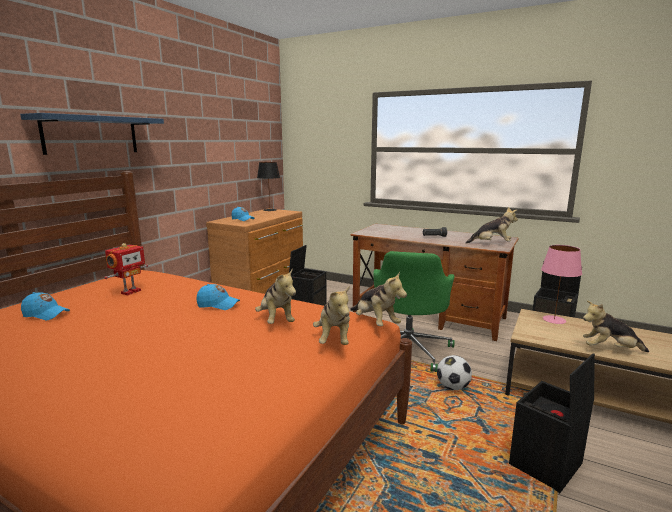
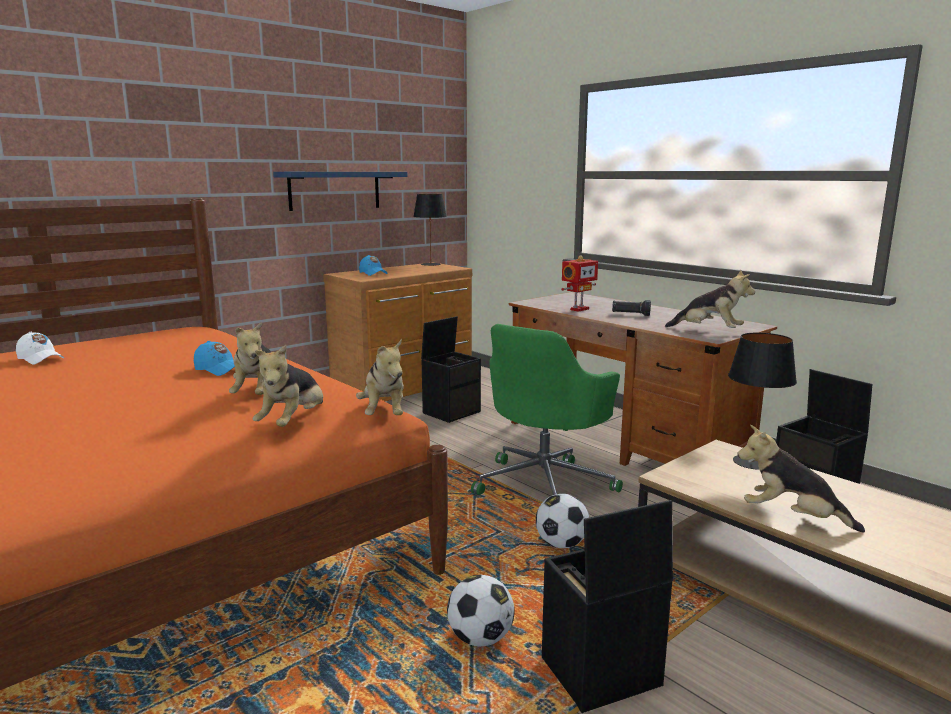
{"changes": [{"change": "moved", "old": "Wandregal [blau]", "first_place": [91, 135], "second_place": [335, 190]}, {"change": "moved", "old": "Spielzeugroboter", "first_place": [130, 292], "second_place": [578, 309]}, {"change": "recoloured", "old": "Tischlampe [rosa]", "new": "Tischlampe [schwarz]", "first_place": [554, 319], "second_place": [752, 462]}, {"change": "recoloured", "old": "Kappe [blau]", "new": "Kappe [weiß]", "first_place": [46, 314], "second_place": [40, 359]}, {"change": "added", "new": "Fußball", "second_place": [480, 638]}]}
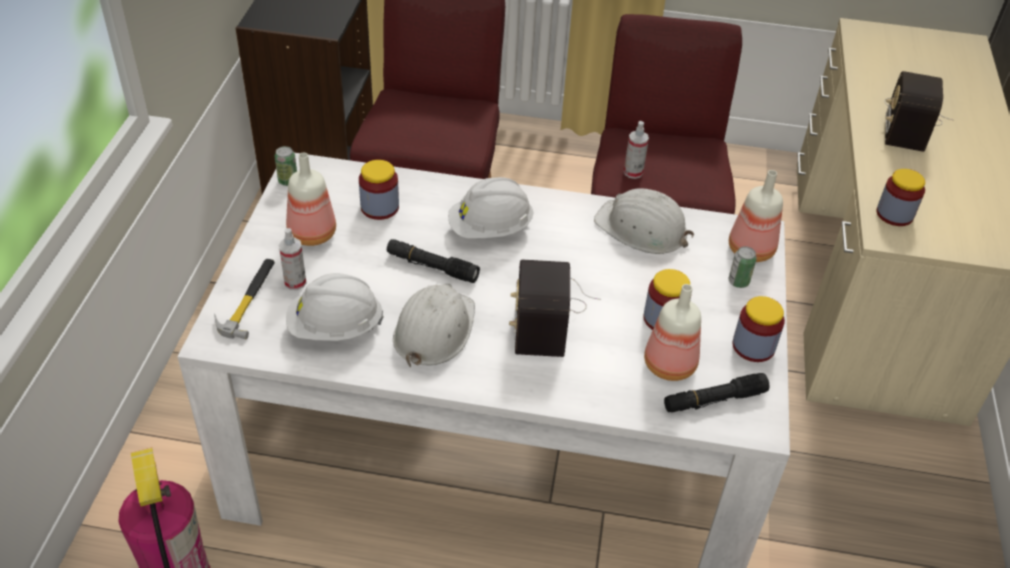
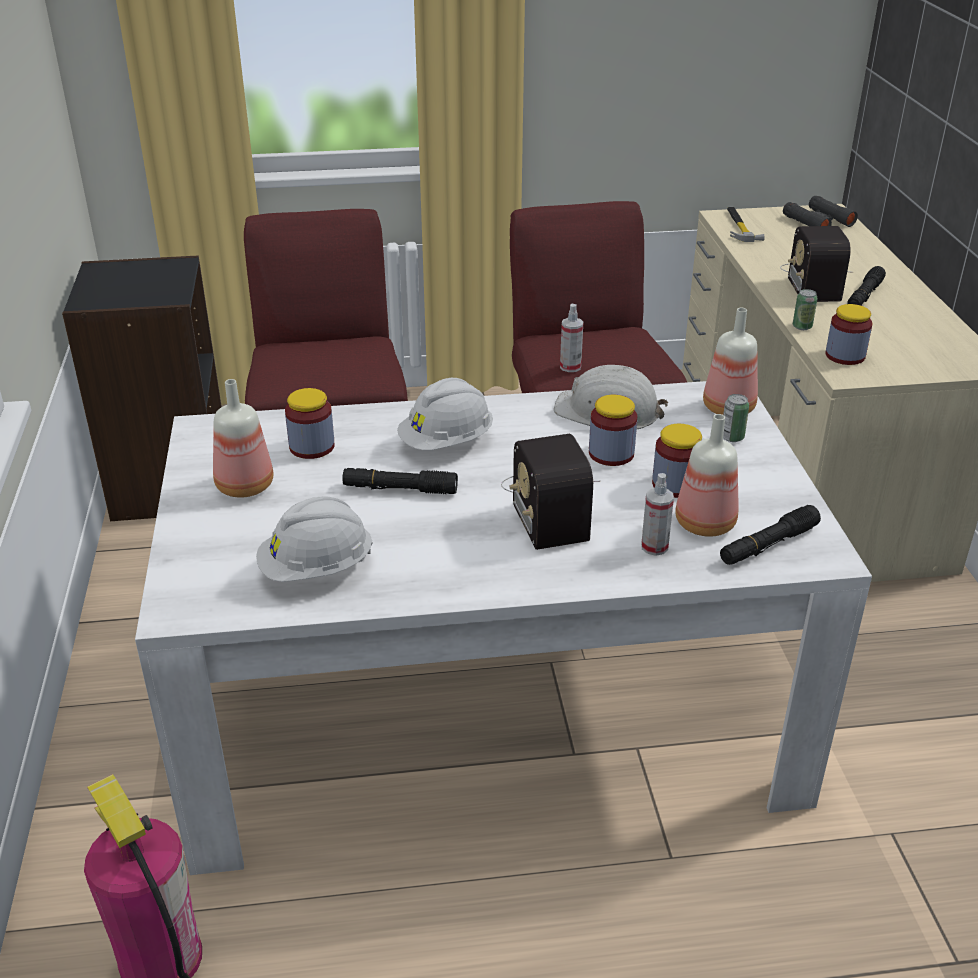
{"changes": [{"change": "moved", "old": "Dose", "first_place": [288, 181], "second_place": [802, 327]}, {"change": "moved", "old": "Sprühflasche", "first_place": [295, 282], "second_place": [654, 547]}, {"change": "moved", "old": "Hammer", "first_place": [248, 299], "second_place": [739, 226]}, {"change": "removed", "old": "Schutzhelm [weiß]", "first_place": [434, 330]}, {"change": "moved", "old": "Vorratsglas", "first_place": [753, 346], "second_place": [611, 454]}, {"change": "added", "new": "Fernglas [schwarz]", "second_place": [818, 221]}, {"change": "added", "new": "Taschenlampe [schwarz]", "second_place": [864, 296]}]}
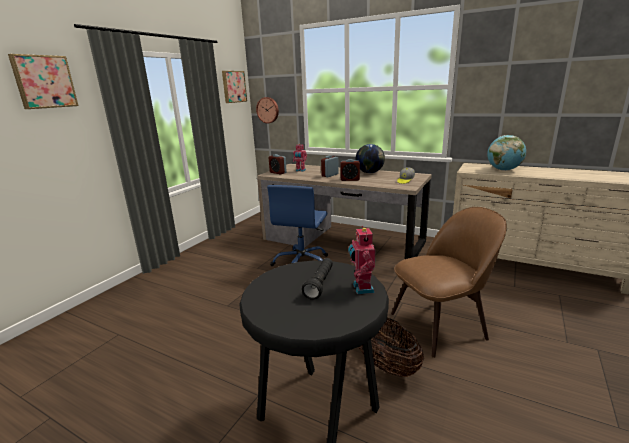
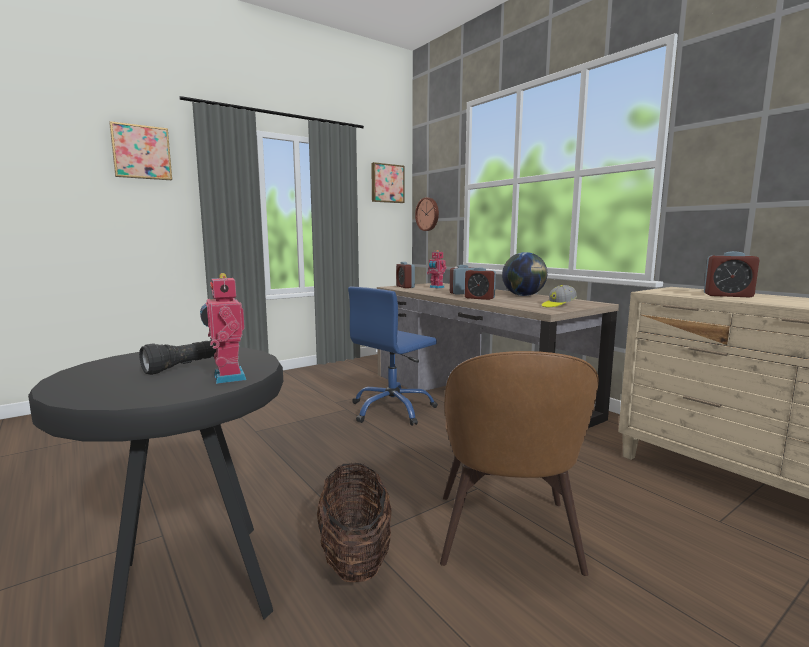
{"changes": [{"change": "replaced", "old": "Globus", "new": "Wecker", "first_place": [503, 170], "second_place": [728, 295]}, {"change": "turned", "old": "Stuhl [braun]", "first_place": [440, 325], "second_place": [507, 536], "degrees": 90}, {"change": "turned", "old": "Spielzeugroboter", "first_place": [361, 288], "second_place": [226, 377], "degrees": -45}]}
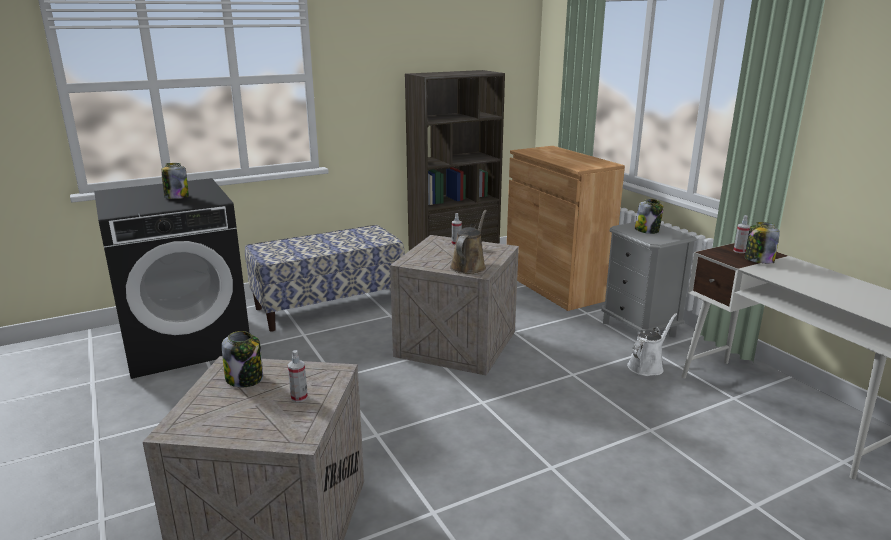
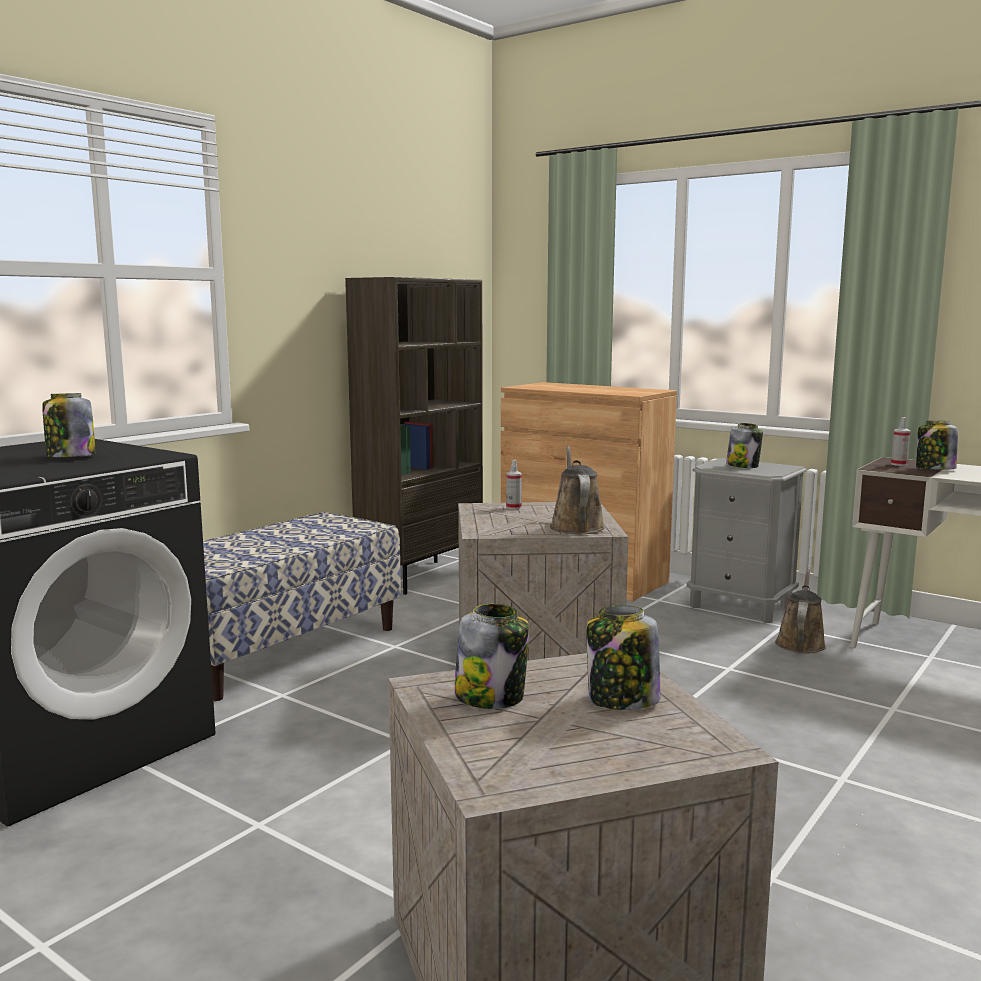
{"changes": [{"change": "recoloured", "old": "Gießkanne [weiß]", "new": "Gießkanne [braun]", "first_place": [647, 366], "second_place": [800, 643]}, {"change": "replaced", "old": "Sprühflasche", "new": "Vorratsglas", "first_place": [299, 397], "second_place": [622, 700]}]}
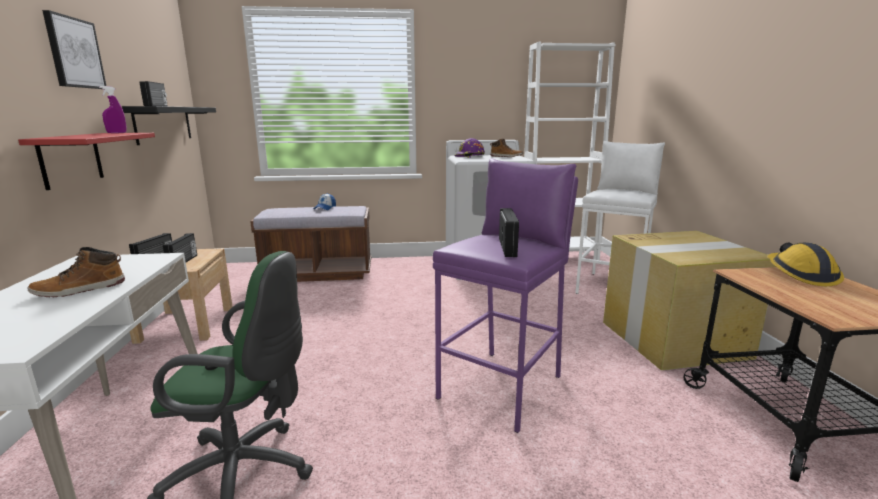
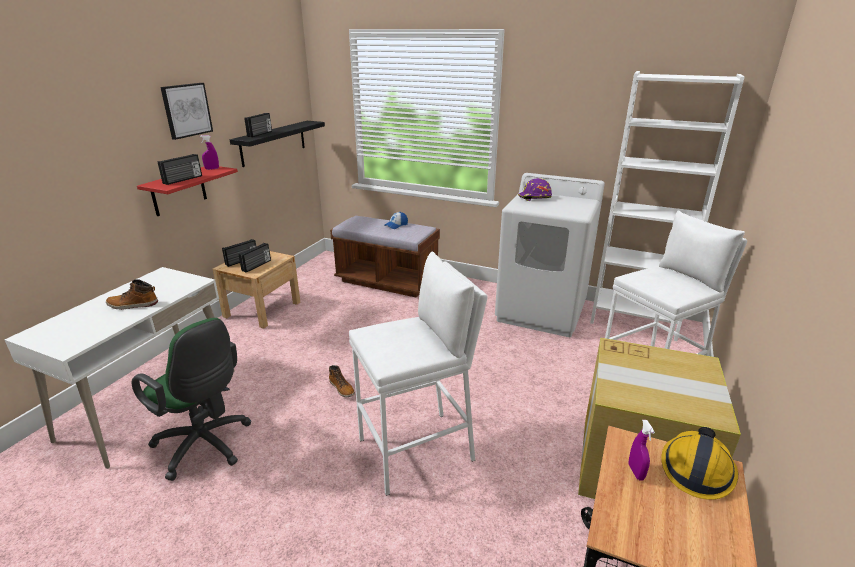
{"changes": [{"change": "moved", "old": "Stiefel", "first_place": [506, 156], "second_place": [342, 388]}, {"change": "recoloured", "old": "Hocker [lila]", "new": "Hocker [weiß]", "first_place": [502, 387], "second_place": [417, 450]}, {"change": "moved", "old": "Radio", "first_place": [508, 248], "second_place": [183, 179]}, {"change": "added", "new": "Sprühflasche [lila]", "second_place": [636, 472]}]}
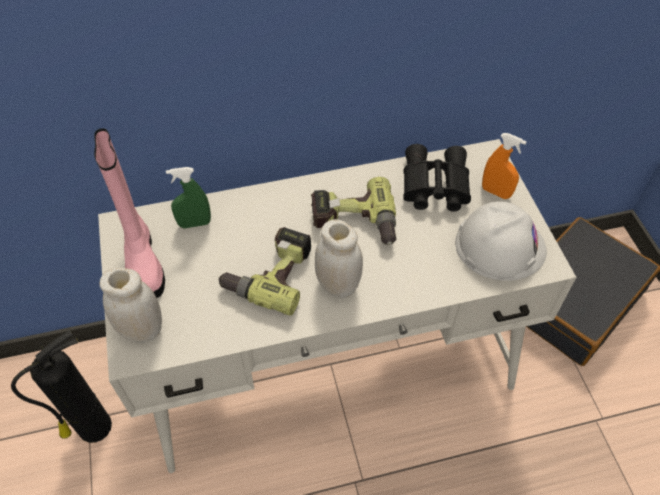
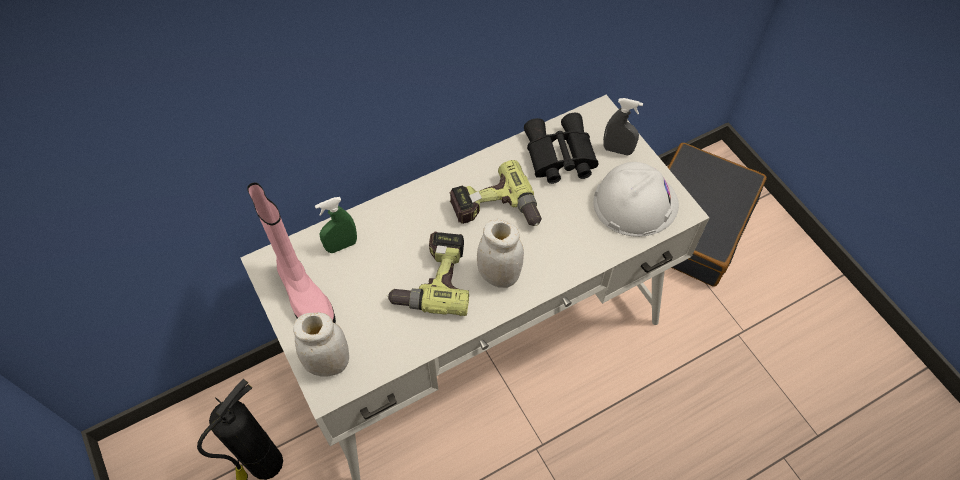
{"changes": [{"change": "recoloured", "old": "Sprühflasche [orange]", "new": "Sprühflasche [grau]", "first_place": [496, 192], "second_place": [617, 150]}]}
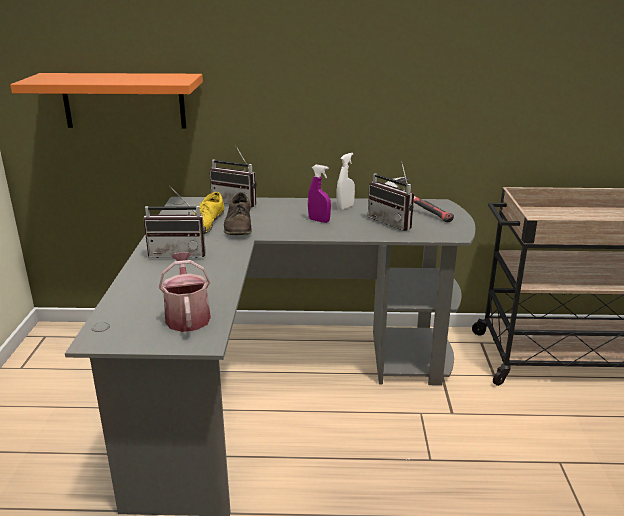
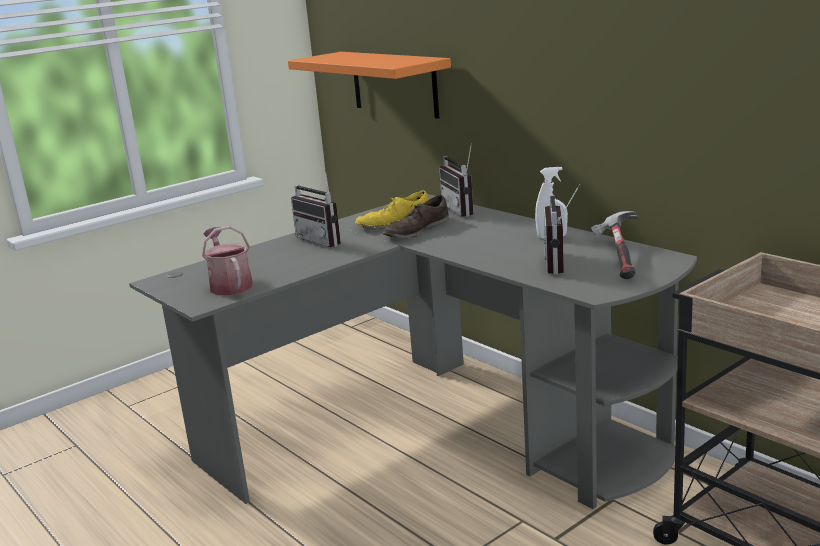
{"changes": [{"change": "removed", "old": "Sprühflasche [lila]", "first_place": [319, 220]}, {"change": "turned", "old": "Gießkanne", "first_place": [187, 316], "second_place": [229, 285], "degrees": -60}]}
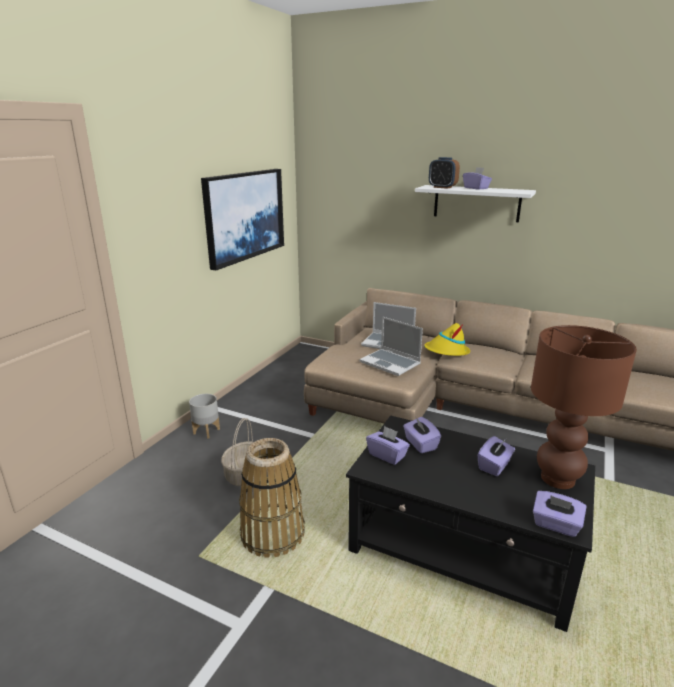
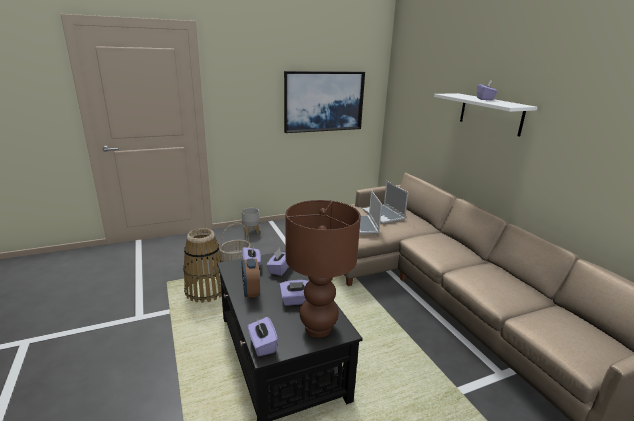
{"changes": [{"change": "moved", "old": "Wecker", "first_place": [442, 187], "second_place": [251, 291]}, {"change": "removed", "old": "Hut [gelb]", "first_place": [446, 351]}]}
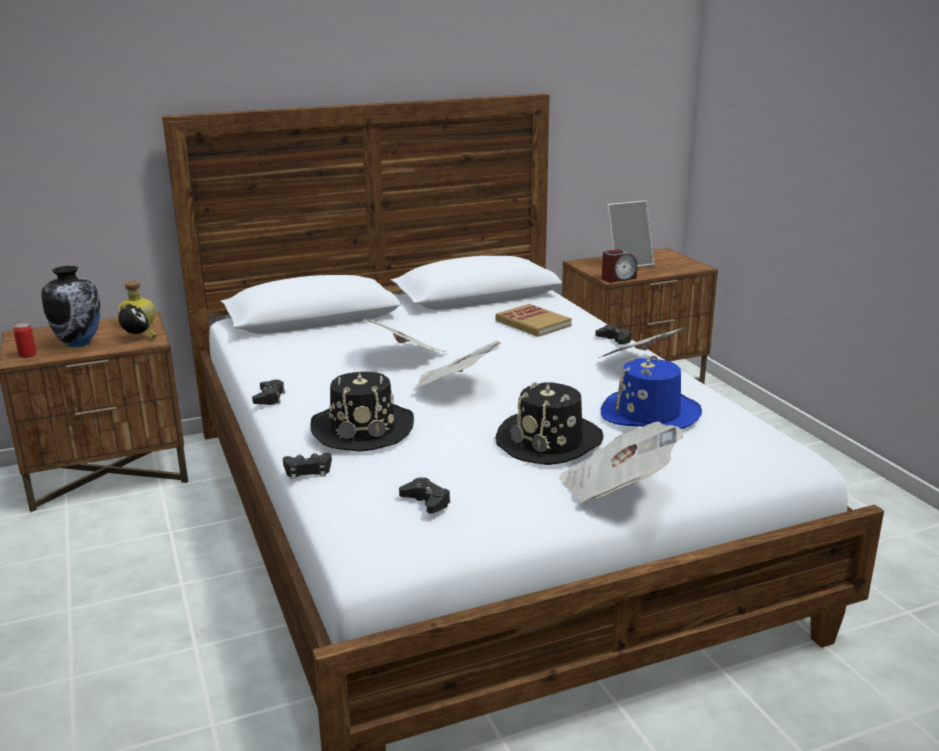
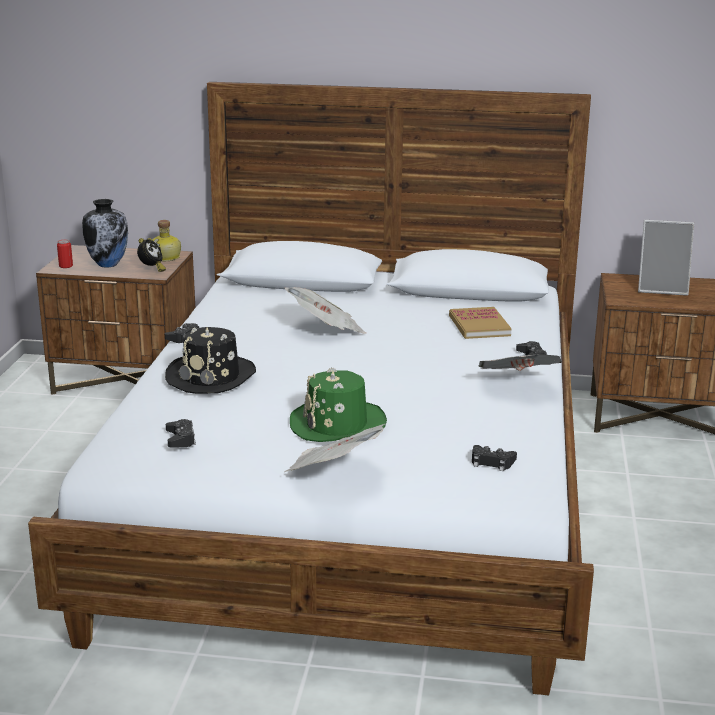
{"changes": [{"change": "removed", "old": "Wecker", "first_place": [618, 278]}, {"change": "removed", "old": "Zeitung", "first_place": [455, 387]}, {"change": "removed", "old": "Hut [blau]", "first_place": [649, 414]}, {"change": "recoloured", "old": "Hut [schwarz]", "new": "Hut [grün]", "first_place": [550, 441], "second_place": [337, 424]}, {"change": "moved", "old": "Gamepad [schwarz]", "first_place": [308, 470], "second_place": [492, 462]}]}
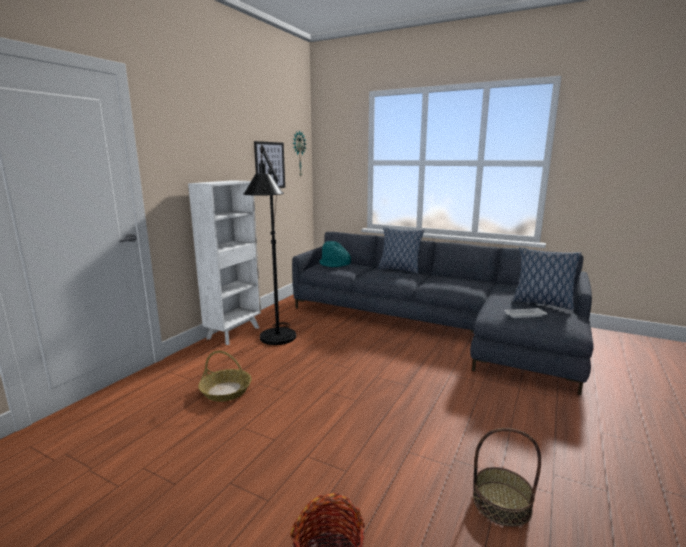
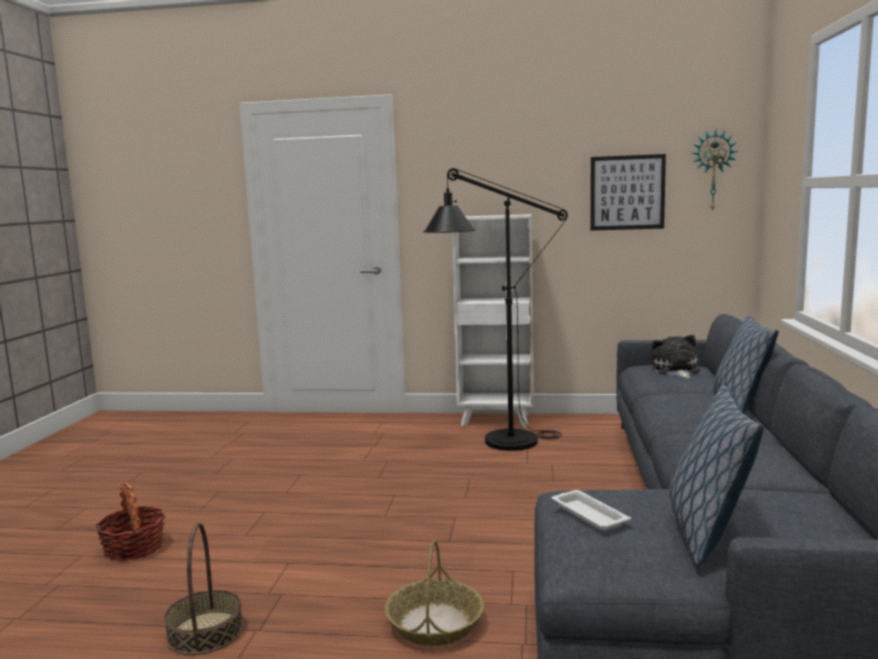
{"changes": [{"change": "replaced", "old": "Hut [türkis]", "new": "Plüschtier", "first_place": [335, 264], "second_place": [675, 370]}, {"change": "moved", "old": "Korb", "first_place": [226, 391], "second_place": [435, 624]}]}
